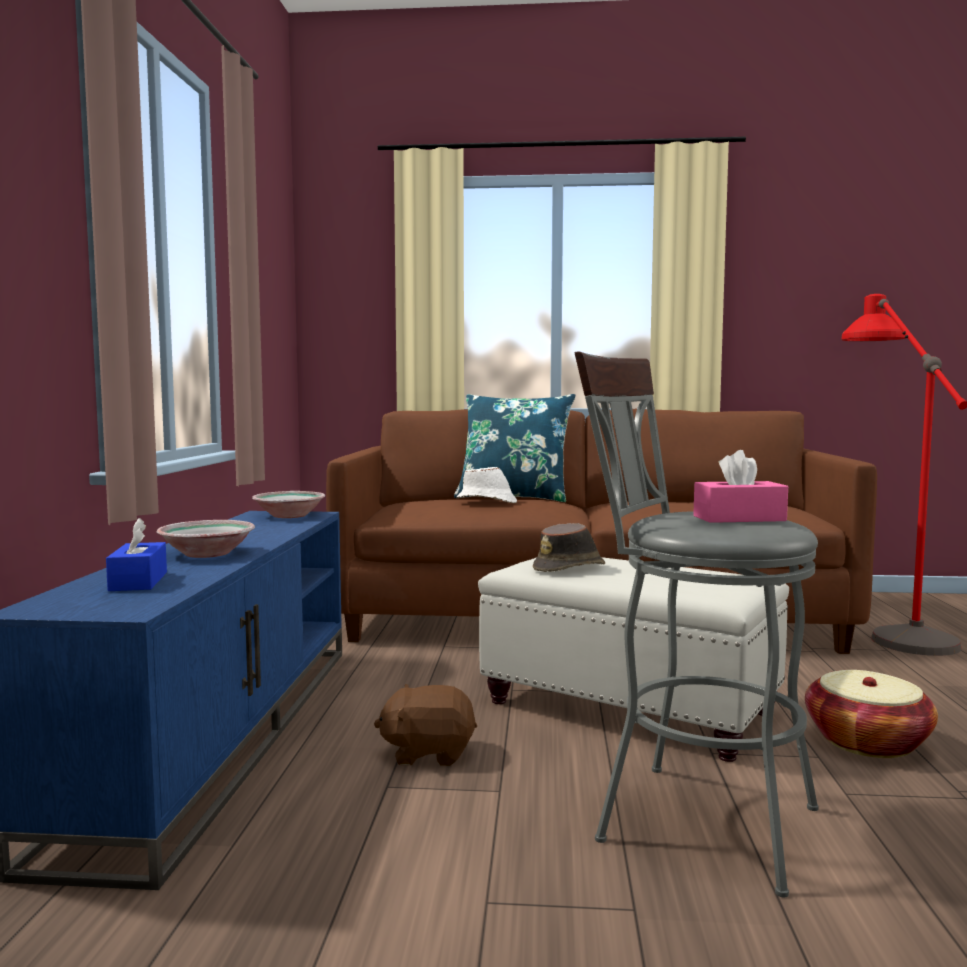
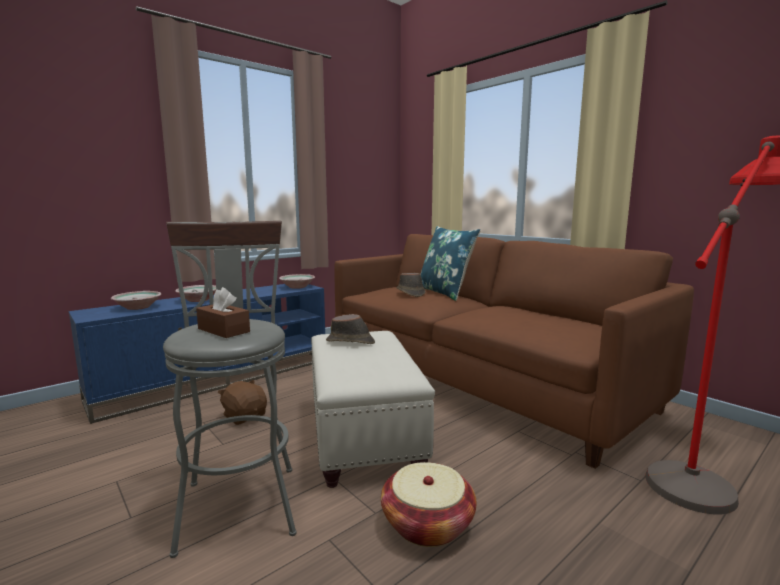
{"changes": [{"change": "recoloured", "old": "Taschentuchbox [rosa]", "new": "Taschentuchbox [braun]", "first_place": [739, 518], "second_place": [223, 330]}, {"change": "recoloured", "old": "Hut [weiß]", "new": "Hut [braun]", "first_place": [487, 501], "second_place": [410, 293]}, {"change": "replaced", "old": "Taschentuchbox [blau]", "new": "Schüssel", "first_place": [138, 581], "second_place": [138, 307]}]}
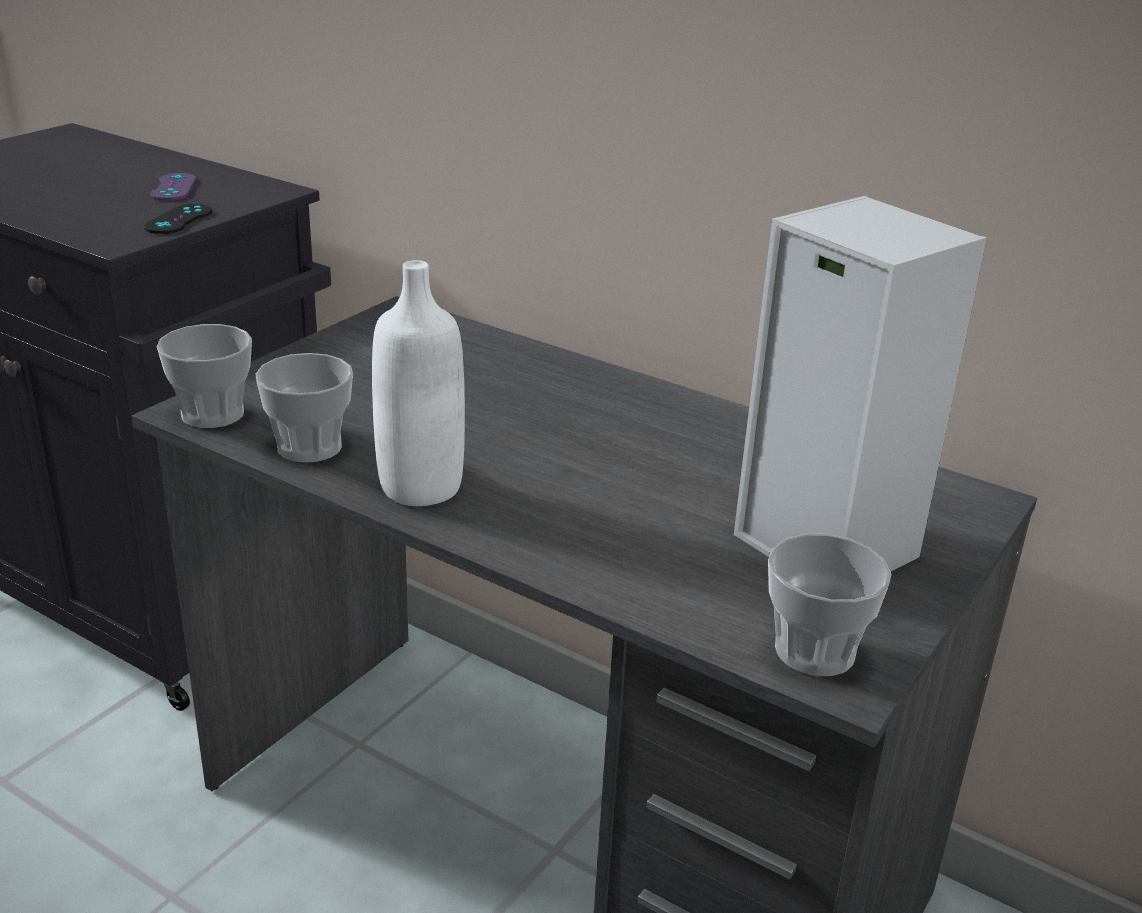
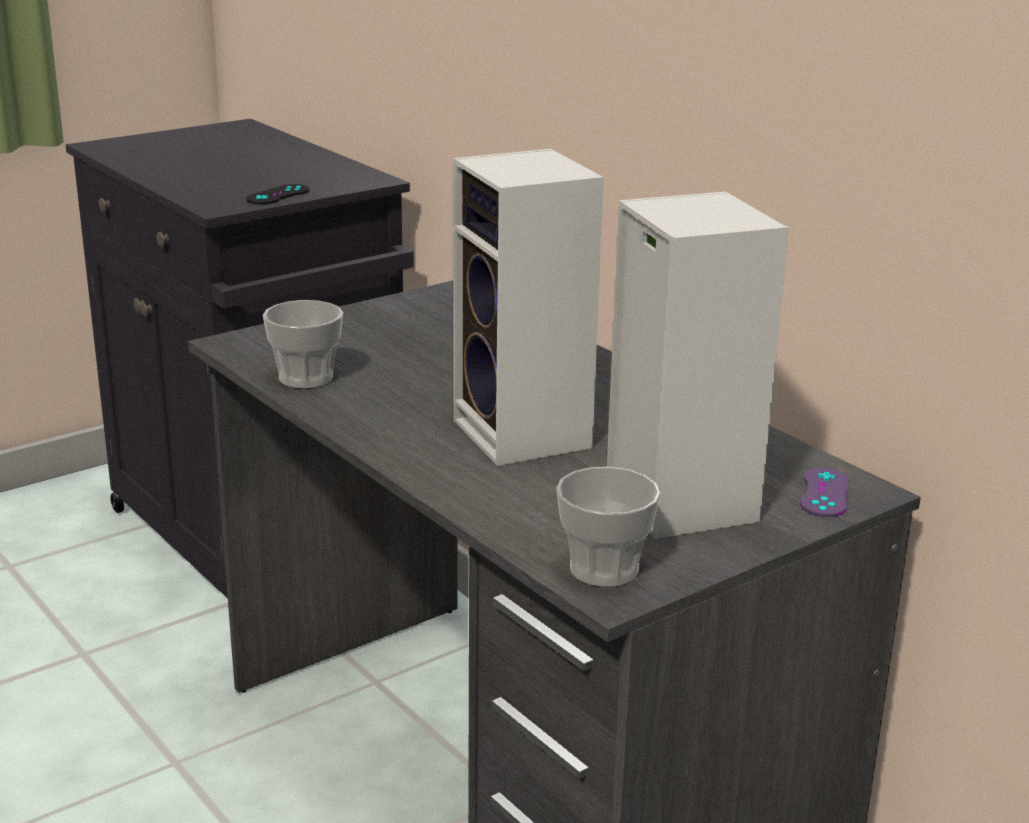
{"changes": [{"change": "moved", "old": "Gamepad [lila]", "first_place": [173, 187], "second_place": [824, 493]}, {"change": "removed", "old": "Flasche [weiß]", "first_place": [420, 487]}, {"change": "removed", "old": "Tasse", "first_place": [212, 414]}, {"change": "added", "new": "Lautsprecher", "second_place": [526, 436]}]}
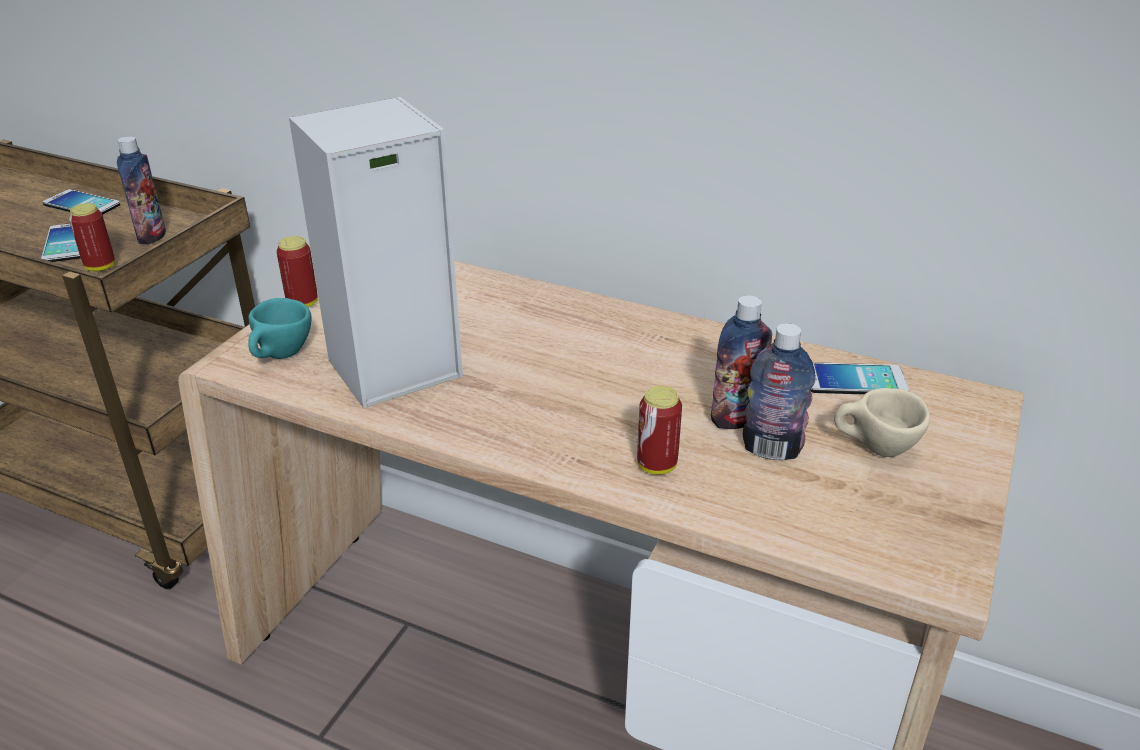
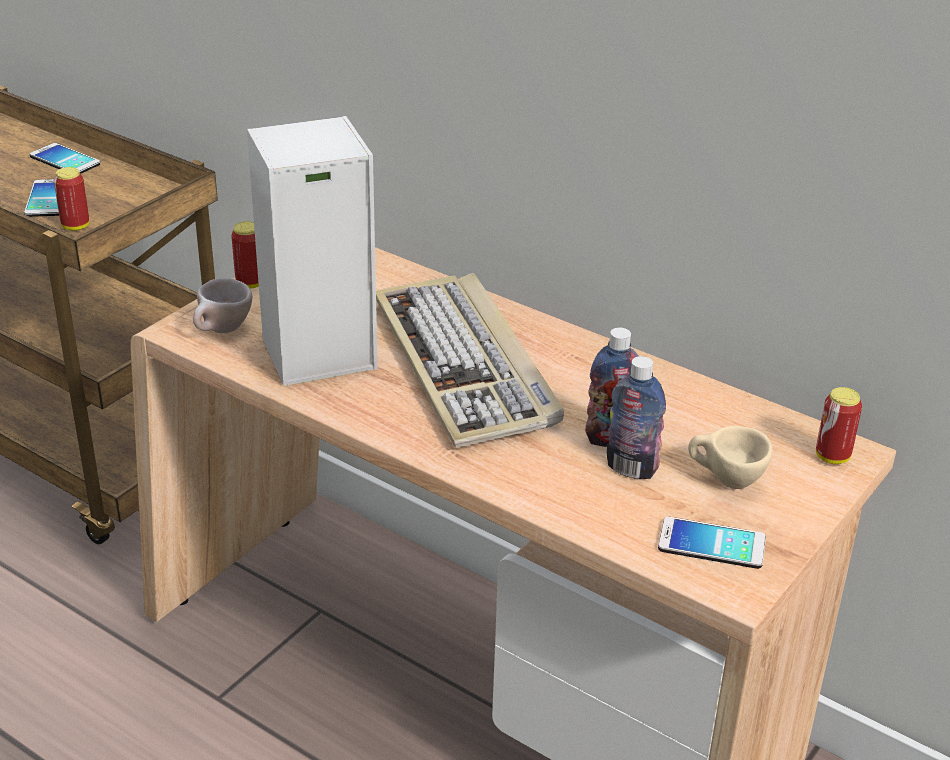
{"changes": [{"change": "removed", "old": "Flasche", "first_place": [152, 236]}, {"change": "recoloured", "old": "Tasse [türkis]", "new": "Tasse [beige]", "first_place": [281, 357], "second_place": [222, 332]}, {"change": "moved", "old": "Handy", "first_place": [855, 381], "second_place": [711, 544]}, {"change": "moved", "old": "Dose", "first_place": [656, 466], "second_place": [832, 457]}, {"change": "added", "new": "Tastatur", "second_place": [466, 365]}]}
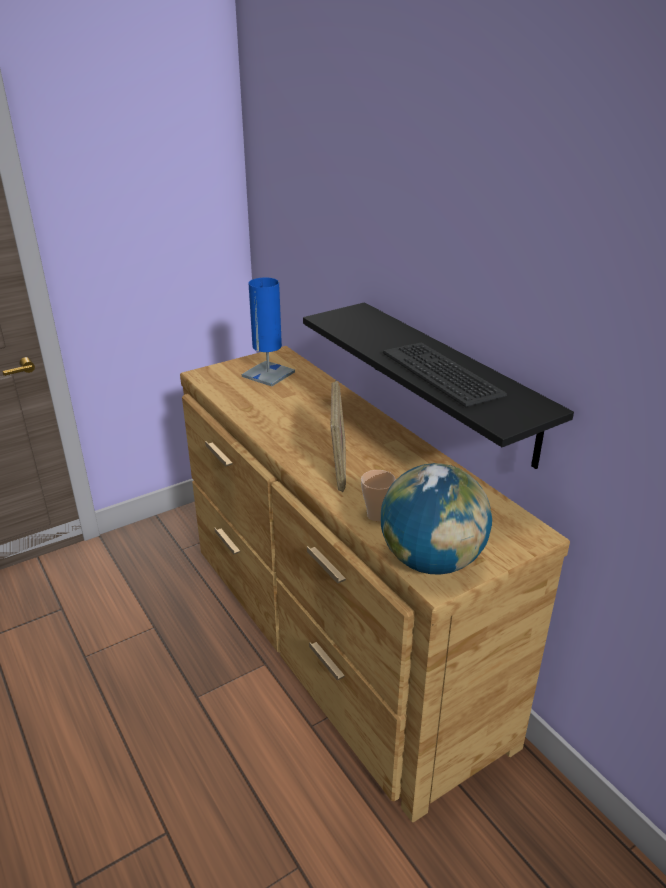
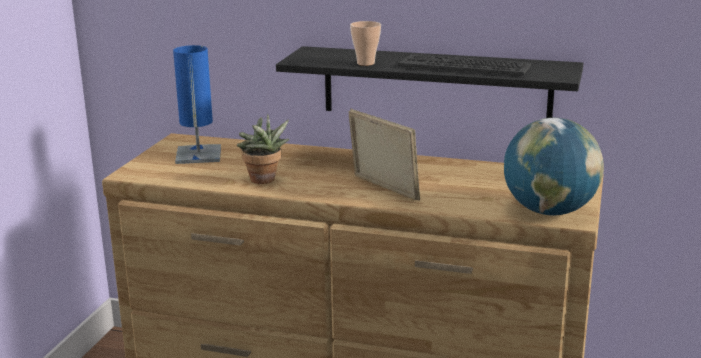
{"changes": [{"change": "moved", "old": "Tasse", "first_place": [377, 515], "second_place": [365, 63]}, {"change": "added", "new": "Topfpflanze", "second_place": [264, 181]}]}
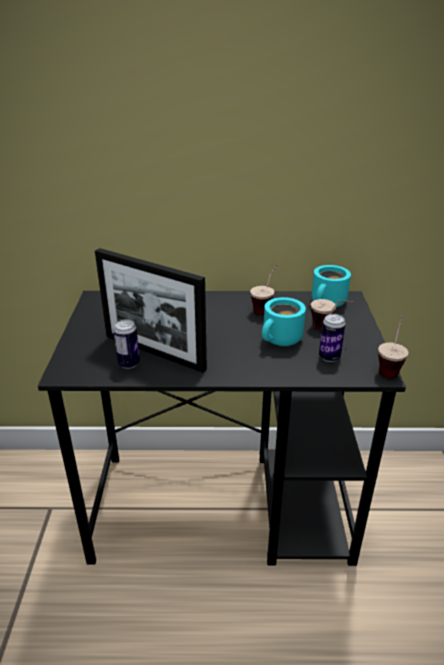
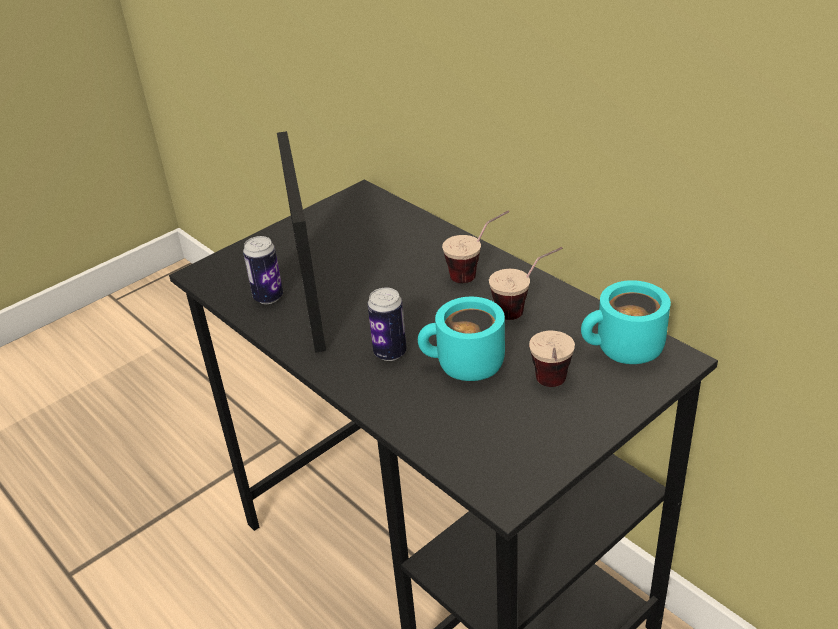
{"changes": [{"change": "moved", "old": "Dose", "first_place": [329, 357], "second_place": [390, 353]}, {"change": "moved", "old": "Tasse", "first_place": [390, 367], "second_place": [477, 273]}]}
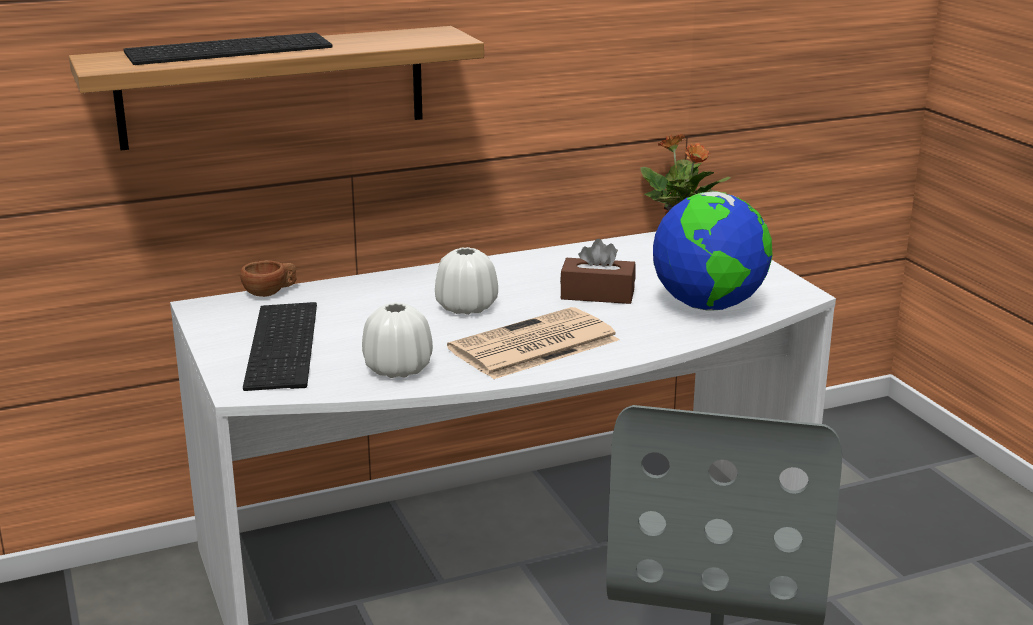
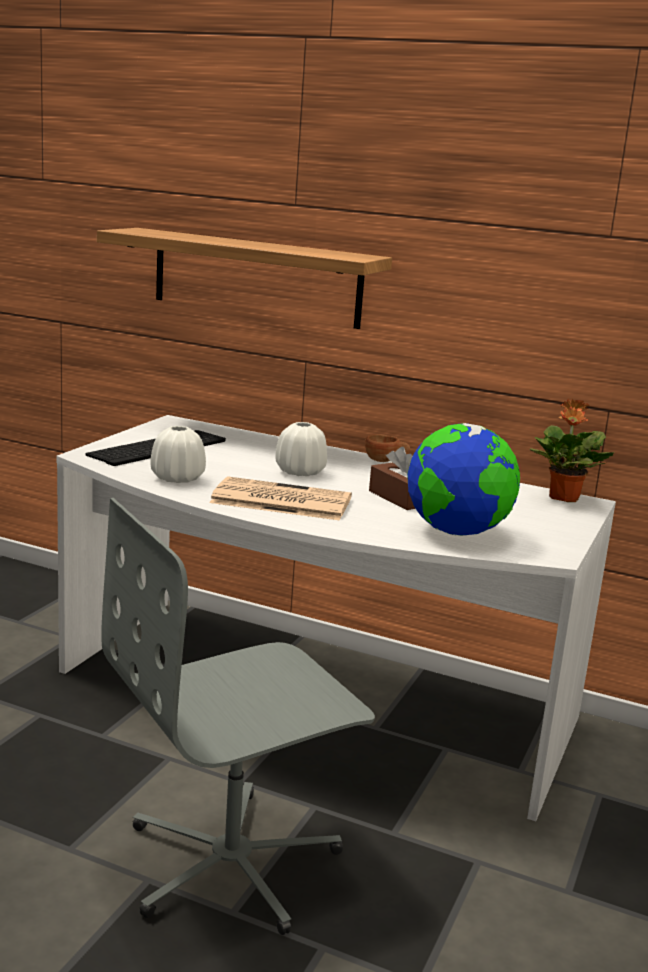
{"changes": [{"change": "removed", "old": "Tastatur", "first_place": [230, 49]}, {"change": "moved", "old": "Tasse [braun]", "first_place": [270, 293], "second_place": [386, 461]}]}
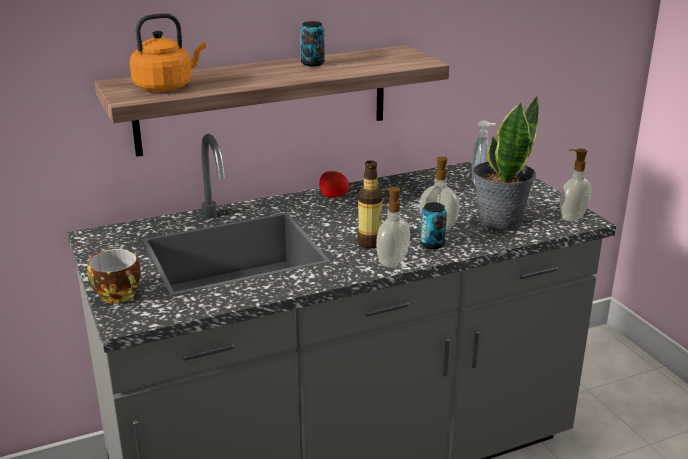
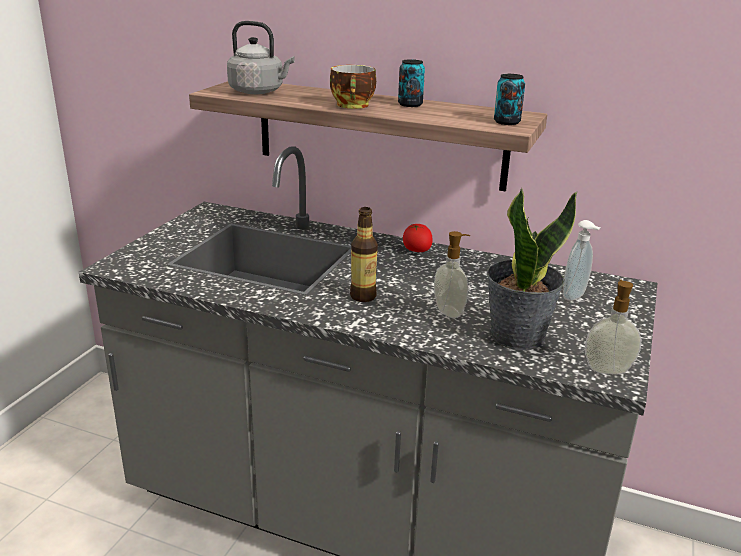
{"changes": [{"change": "recoloured", "old": "Wasserkessel [orange]", "new": "Wasserkessel [grau]", "first_place": [166, 87], "second_place": [259, 92]}, {"change": "removed", "old": "Seifenspender", "first_place": [391, 261]}, {"change": "moved", "old": "Dose", "first_place": [432, 244], "second_place": [507, 122]}, {"change": "moved", "old": "Tasse", "first_place": [120, 295], "second_place": [354, 106]}]}
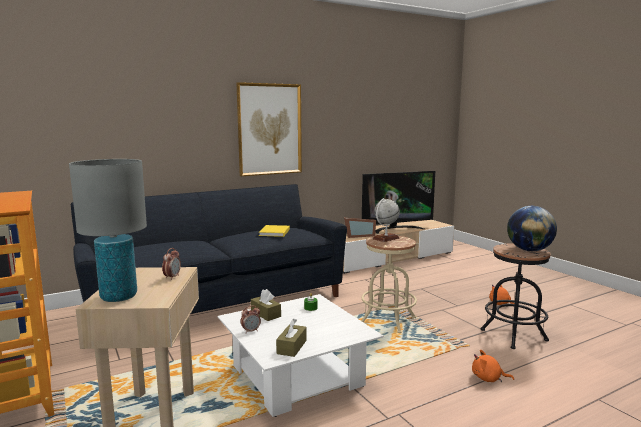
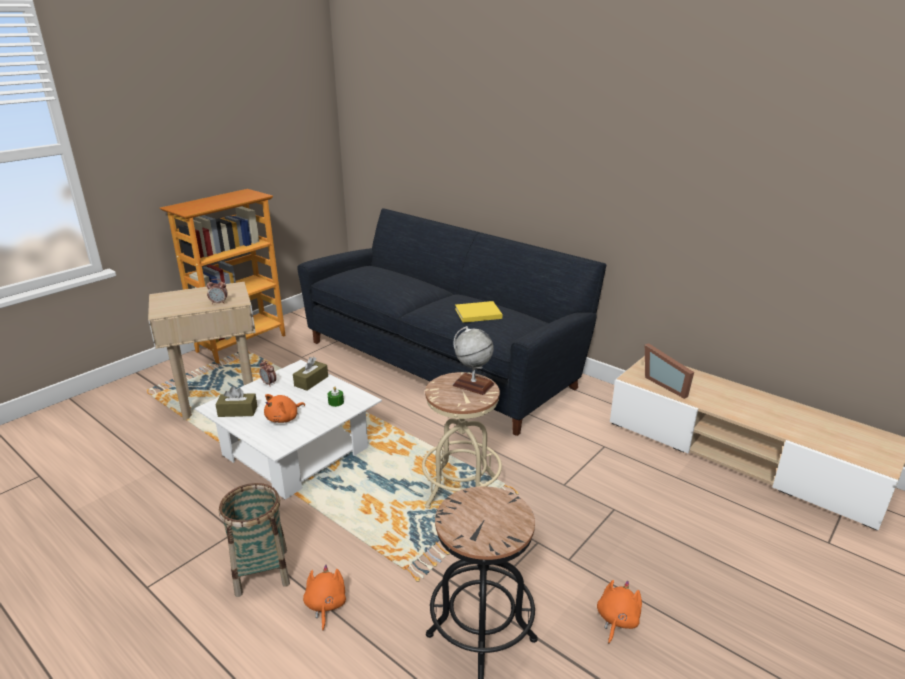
{"changes": [{"change": "removed", "old": "Bild", "first_place": [269, 129]}, {"change": "removed", "old": "Tischlampe [grau]", "first_place": [119, 296]}, {"change": "removed", "old": "Fernseher", "first_place": [396, 229]}, {"change": "removed", "old": "Globus", "first_place": [529, 250]}, {"change": "added", "new": "Plüschtier [orange]", "second_place": [284, 418]}, {"change": "added", "new": "Korb", "second_place": [261, 572]}]}
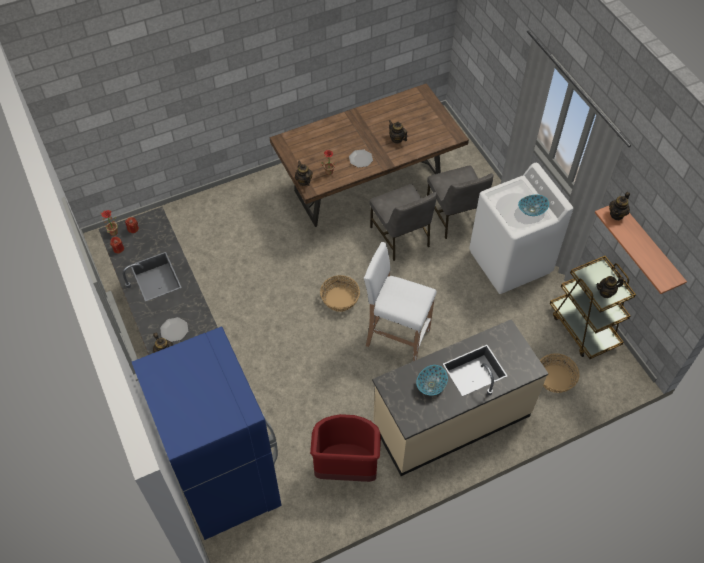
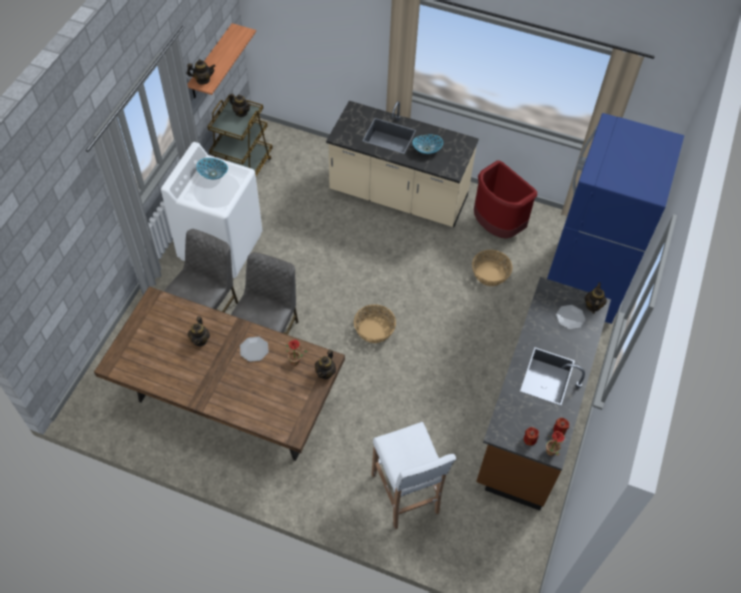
{"changes": [{"change": "moved", "old": "Hocker [weiß]", "first_place": [396, 337], "second_place": [406, 495]}, {"change": "moved", "old": "Korb", "first_place": [555, 379], "second_place": [490, 273]}]}
